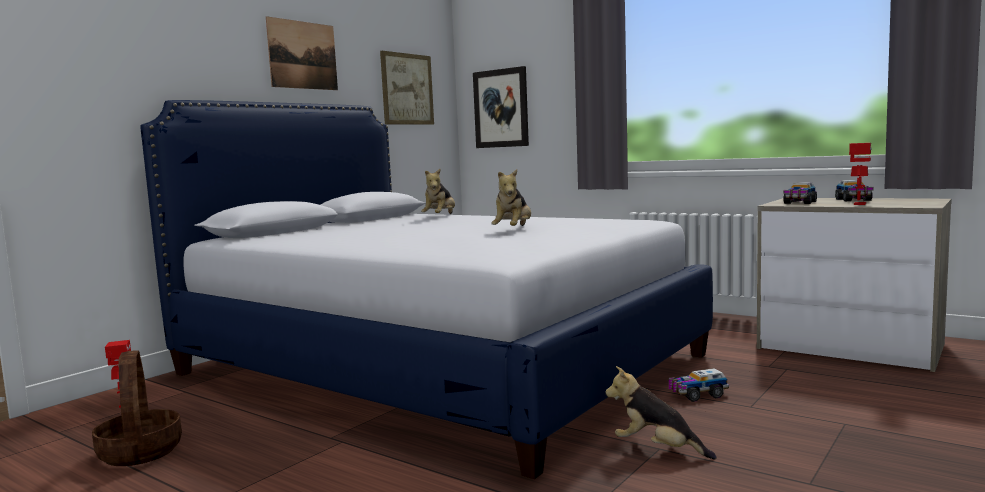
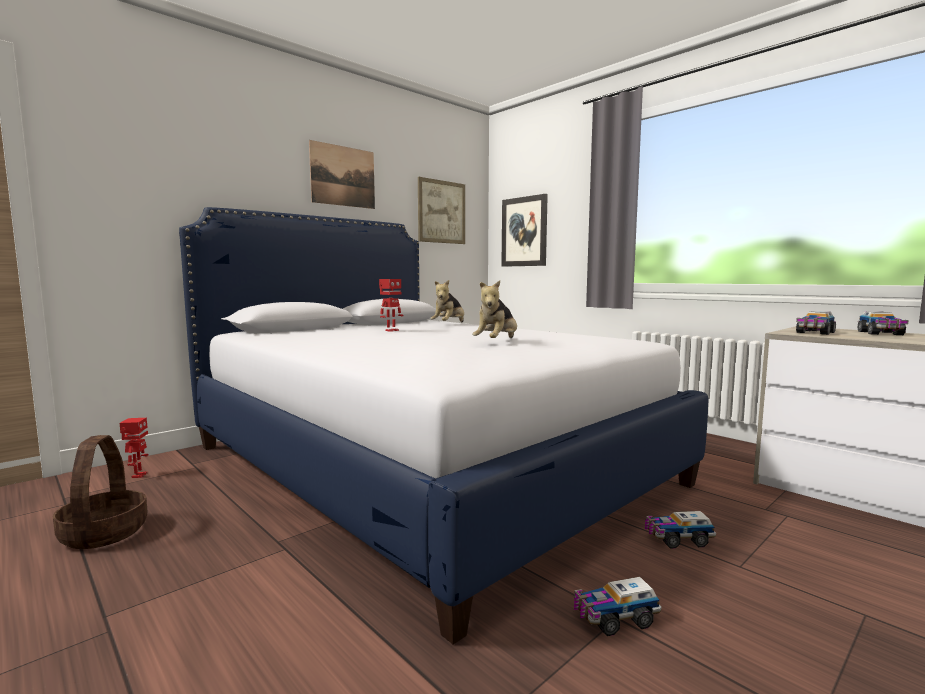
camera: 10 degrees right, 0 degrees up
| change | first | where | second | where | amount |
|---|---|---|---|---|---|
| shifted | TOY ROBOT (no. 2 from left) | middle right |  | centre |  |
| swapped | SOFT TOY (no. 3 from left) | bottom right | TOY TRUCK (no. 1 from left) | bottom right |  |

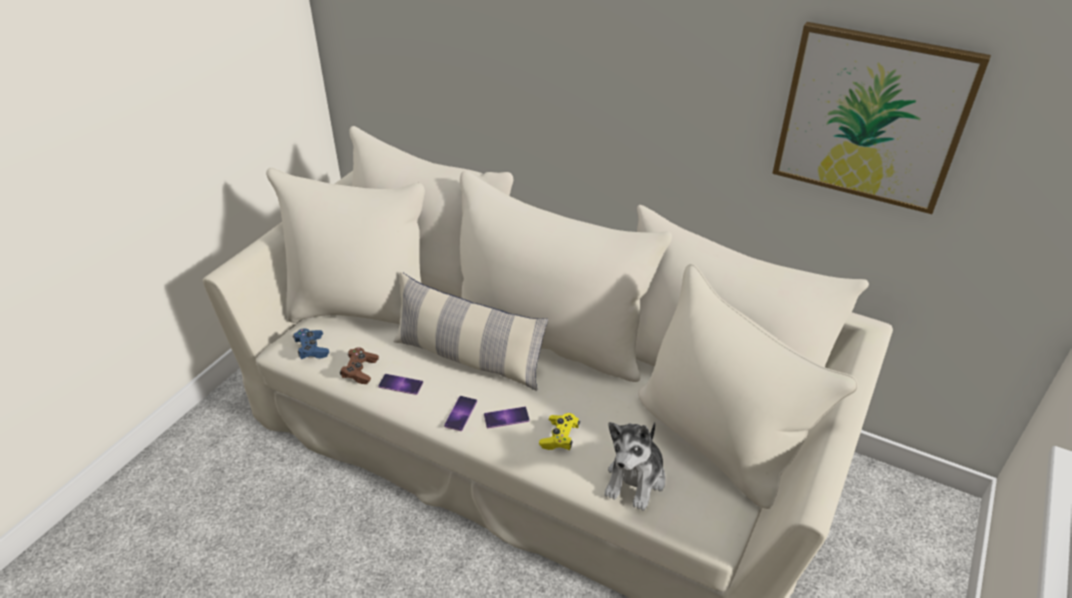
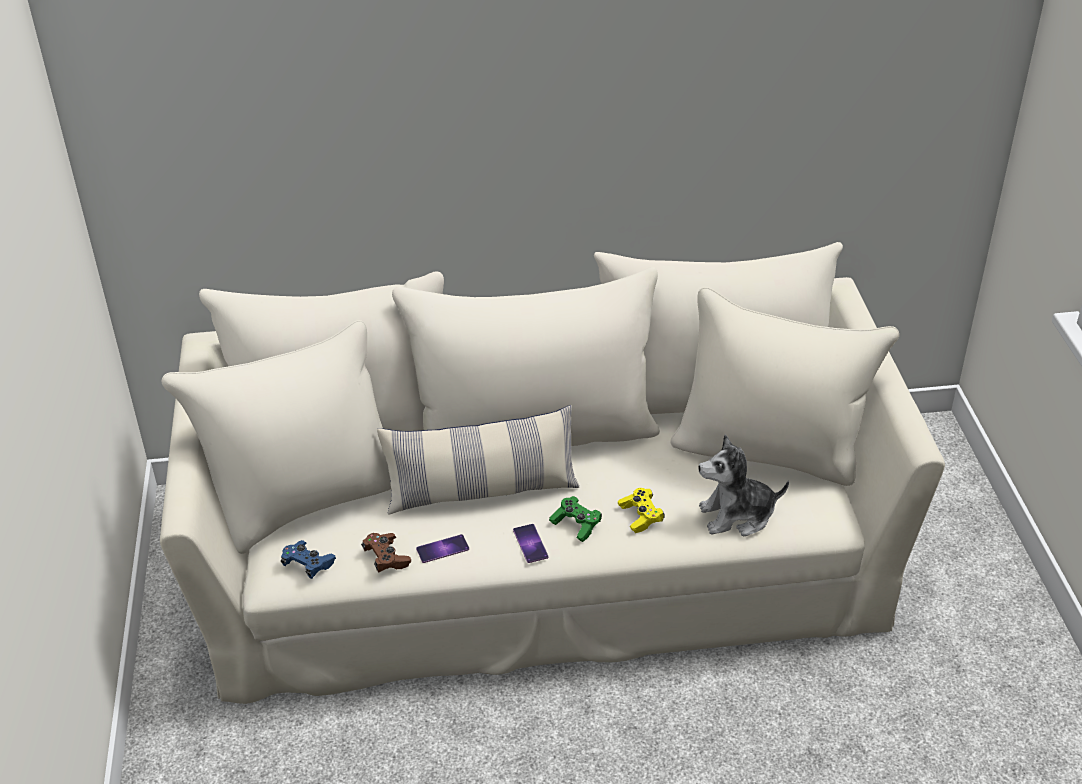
camera: 35 degrees left, 0 degrees up
| change | first | where | second | where | amount |
|---|---|---|---|---|---|
| gone | WALL PICTURE | top right |  |  |  |
| swapped | HANDSET (no. 3 from left) | bottom centre | GREEN JOYPAD | centre |  |
| rotated | SOFT TOY | bottom centre |  | middle right | 90 degrees clockwise |

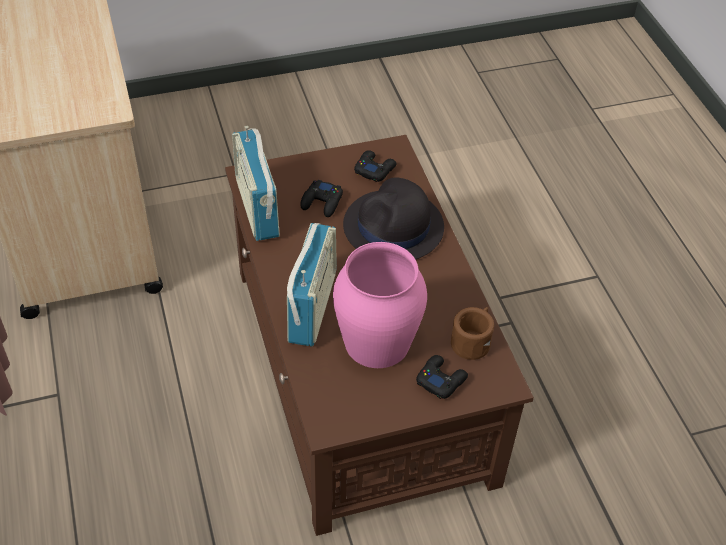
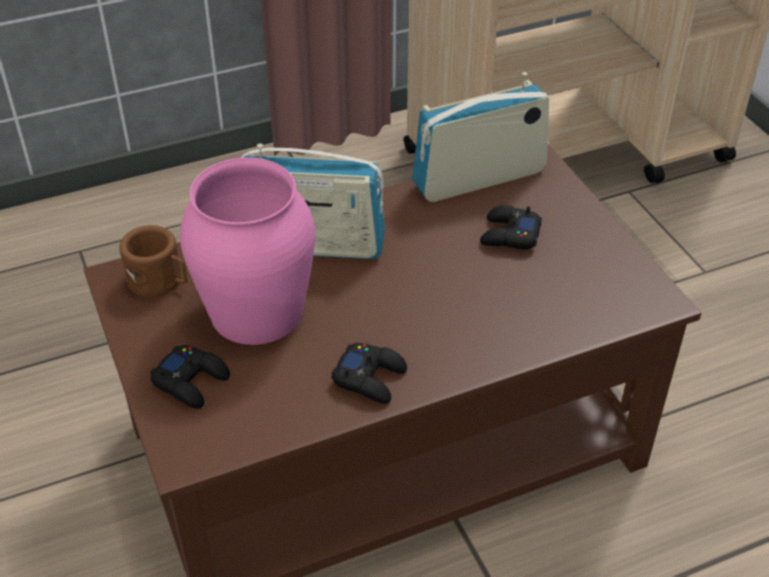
camera: 85 degrees right, 5 degrees down
| change | first | where | second | where | amount |
|---|---|---|---|---|---|
| gone | BLACK CLOTHING HAT | centre |  |  |  |
| shifted | BLACK JOYPAD (no. 2 from left) | top centre |  | centre |  |
| shifted | BROWN COFFEE MUG | centre |  | middle left |  |

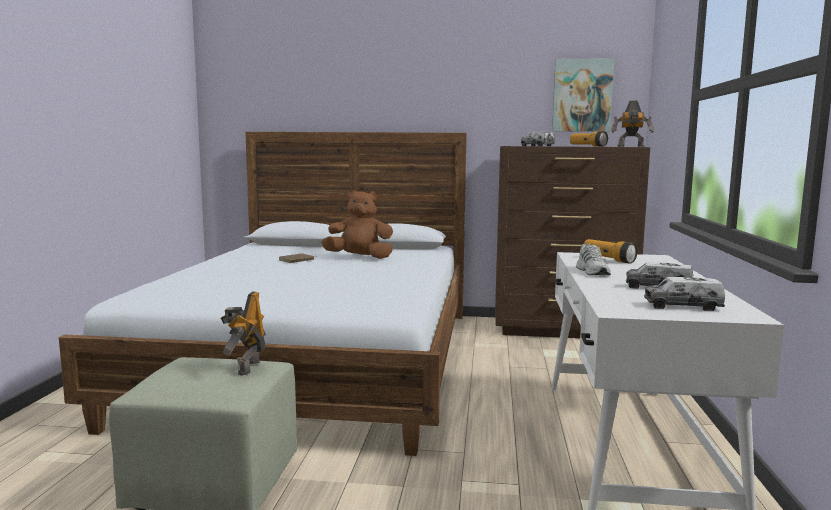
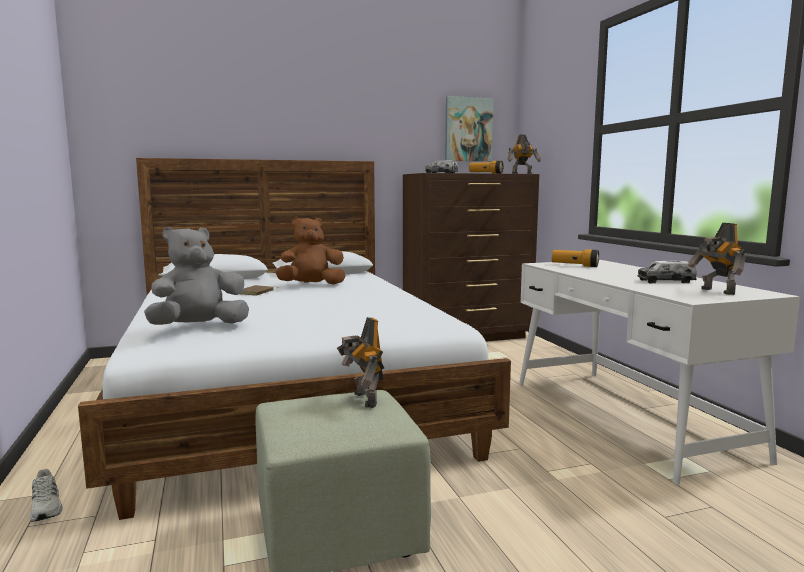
camera: 25 degrees left, 0 degrees up
| change | first | where | second | where | amount |
|---|---|---|---|---|---|
| new |  |  | GRAY SOFT TOY | middle left |  |
| shifted | WHITE LOW SHOE | middle right |  | bottom left |  |
| swapped | TOY TRUCK (no. 3 from left) | middle right | TOY ROBOT (no. 3 from left) | middle right |  |

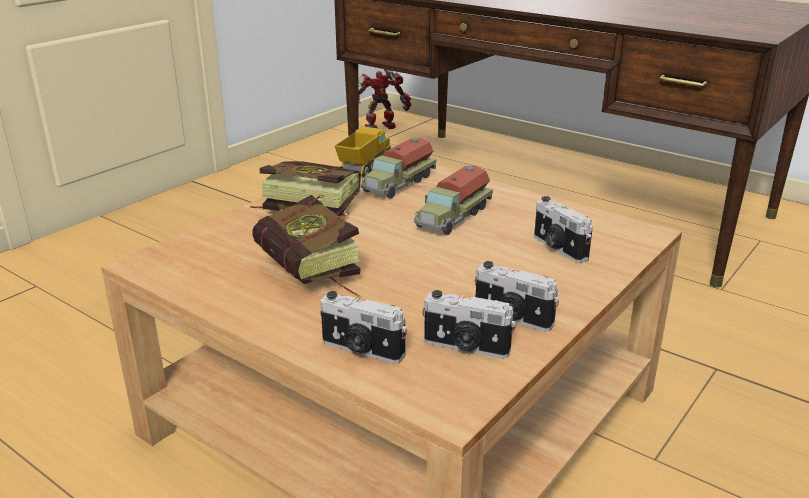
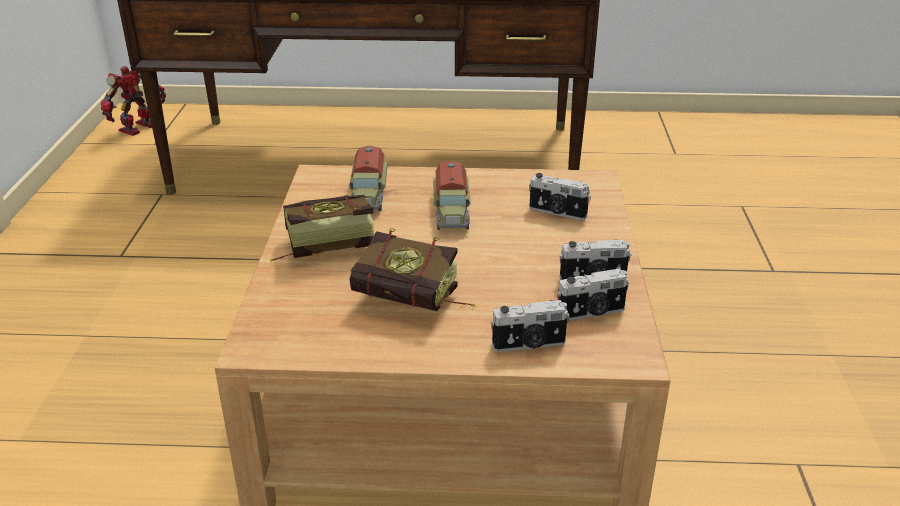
camera: 35 degrees left, 5 degrees up
| change | first | where | second | where | amount |
|---|---|---|---|---|---|
| gone | TOY TRUCK (no. 1 from left) | top centre |  |  |  |

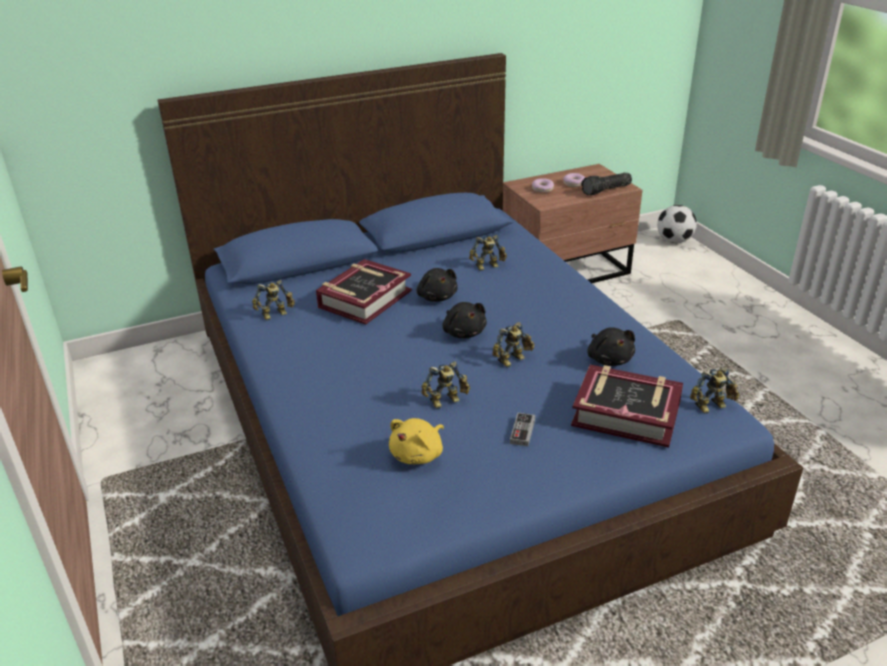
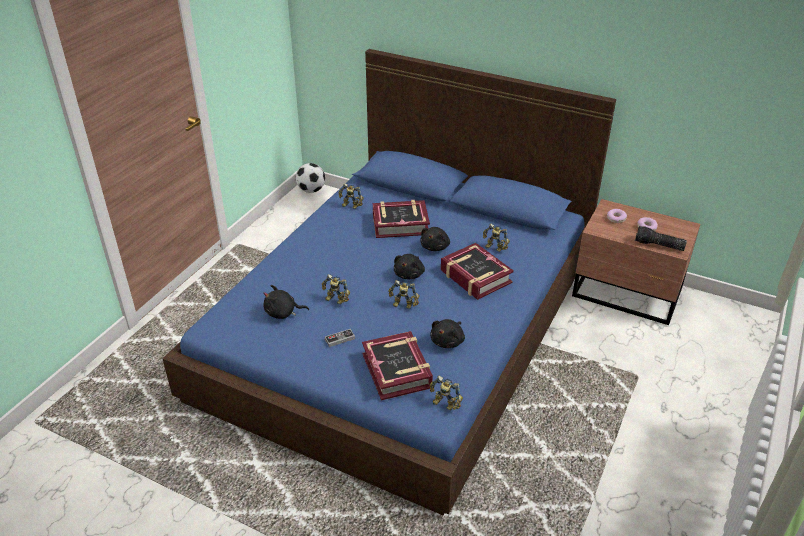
camera: 50 degrees right, 5 degrees up
| change | first | where | second | where | amount |
|---|---|---|---|---|---|
| new |  |  | VOLUME (no. 3 from left) | centre |  |
| shifted | FOOTBALL | middle right |  | top centre |  |
| repainted | YELLOWISH SOFT TOY | centre | BLACK SOFT TOY (no. 1 from left) | centre |  |

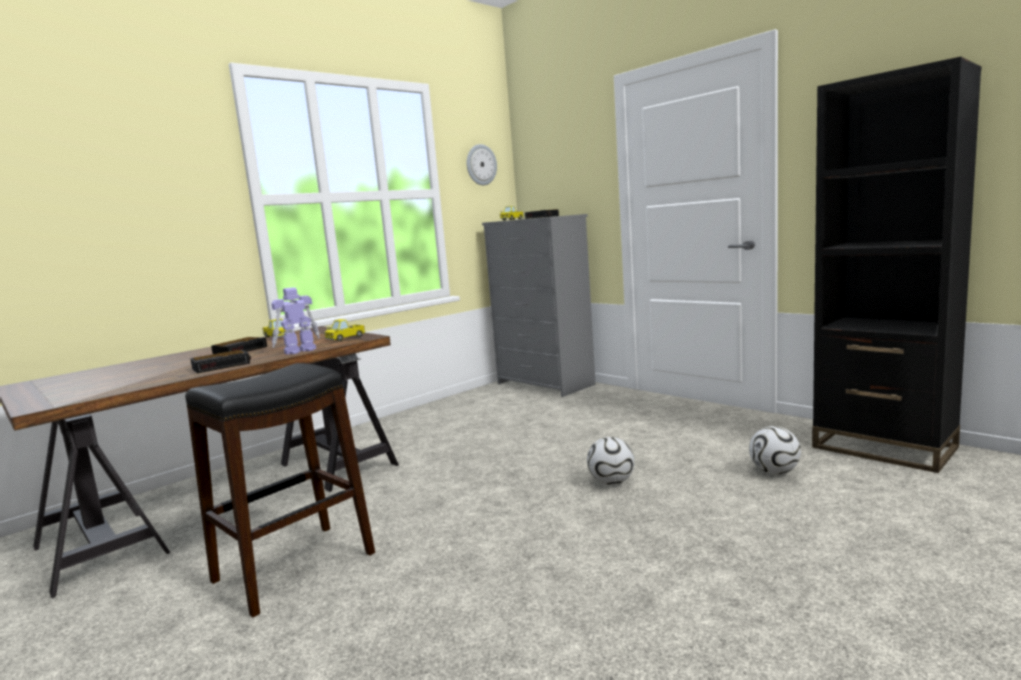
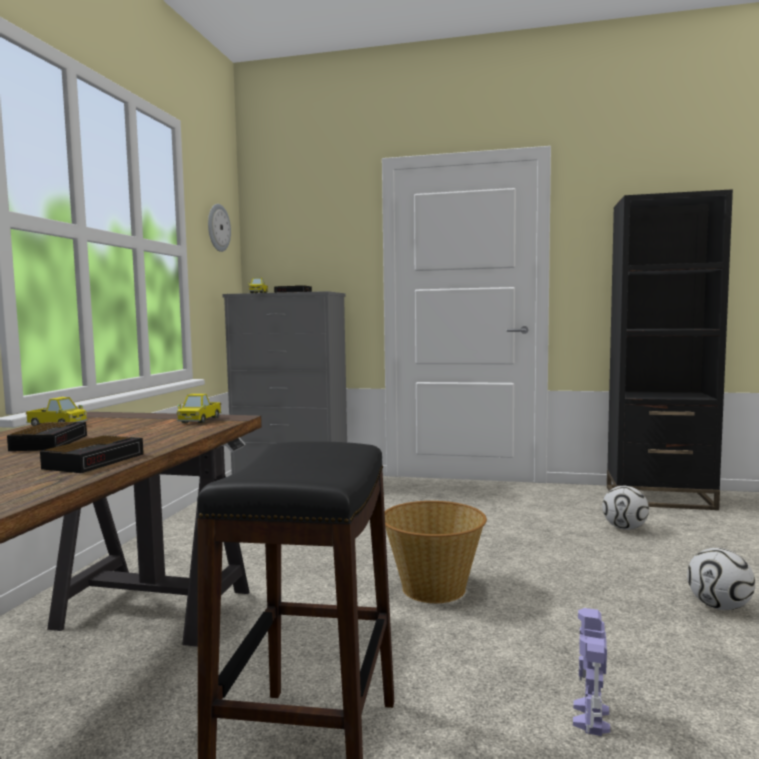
camera: 35 degrees left, 5 degrees down
| change | first | where | second | where | amount |
|---|---|---|---|---|---|
| new |  |  | HOUSEHOLD BASKET | bottom centre |  |
| shifted | TOY ROBOT | middle left |  | bottom right |  |
| shifted | FOOTBALL (no. 1 from left in the first image) | bottom centre | FOOTBALL (no. 2 from left) | bottom right |  |

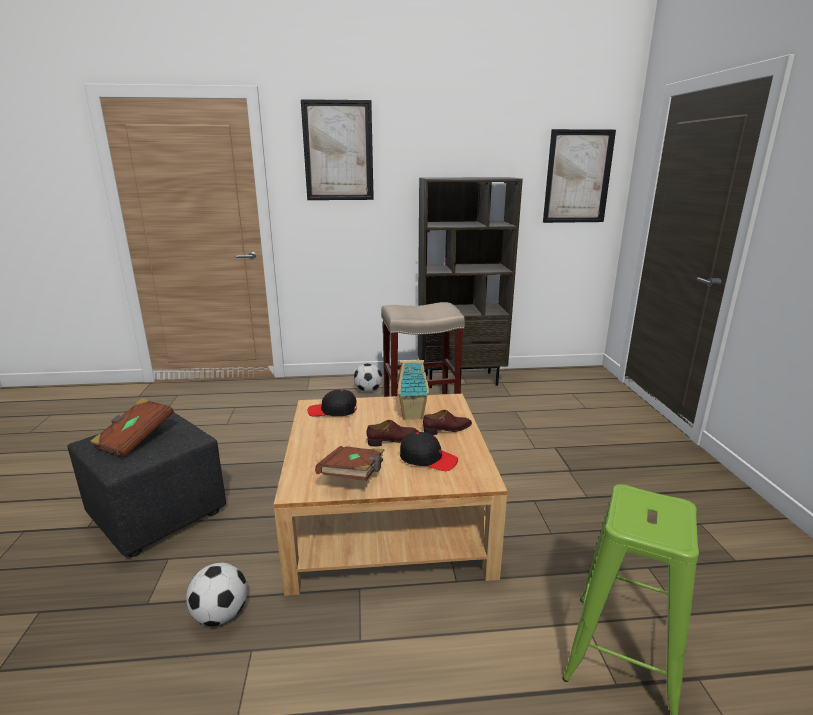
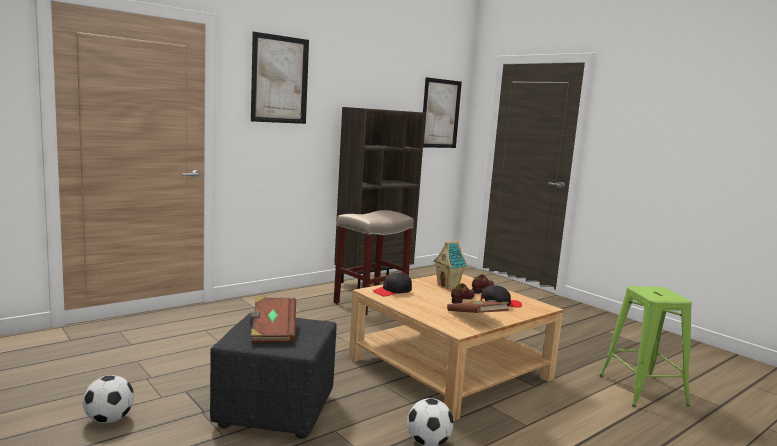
camera: 35 degrees left, 10 degrees down
| change | first | where | second | where | amount |
|---|---|---|---|---|---|
| shifted | FOOTBALL (no. 2 from left in the first image) | centre | FOOTBALL (no. 1 from left) | bottom left |  |

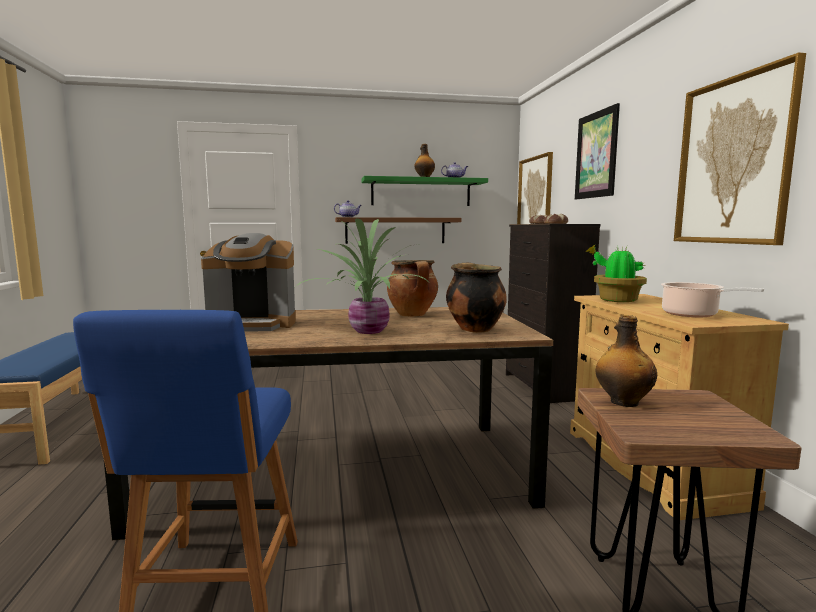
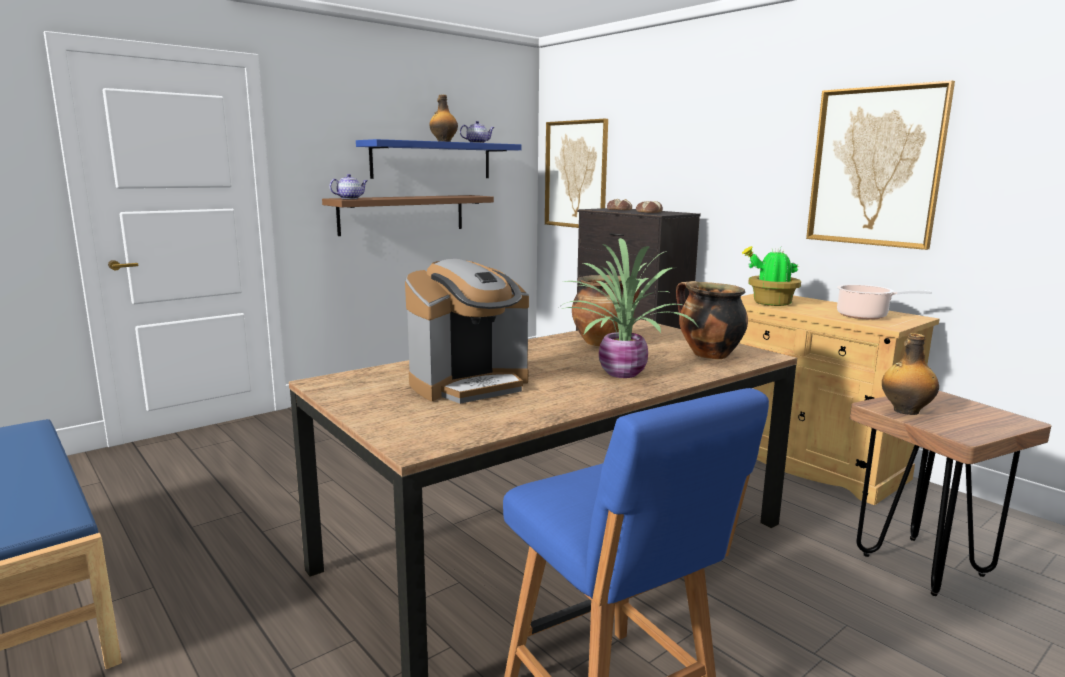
camera: 30 degrees left, 5 degrees up
| change | first | where | second | where | amount |
|---|---|---|---|---|---|
| gone | WALL PICTURE (no. 2 from left) | top right |  |  |  |
| repainted | GREEN SHELF | top centre | BLUISH SHELF | top centre |  |

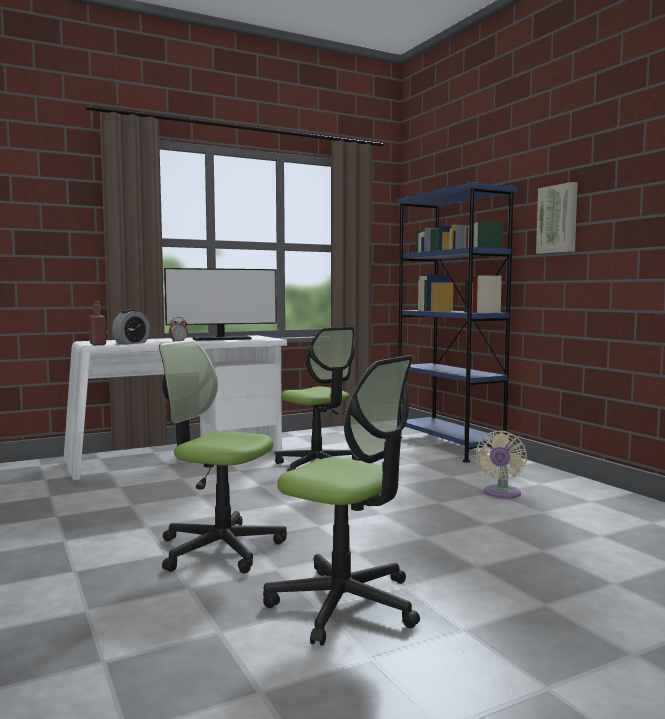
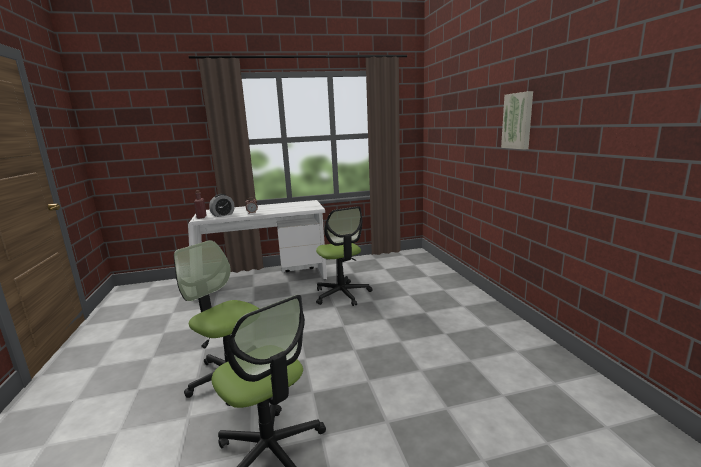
camera: 15 degrees right, 10 degrees up
| change | first | where | second | where | amount |
|---|---|---|---|---|---|
| gone | MONITOR | middle left |  |  |  |
| gone | BLUISH BOOKCASE | middle right |  |  |  |
| gone | BEIGE FAN | middle right |  |  |  |

